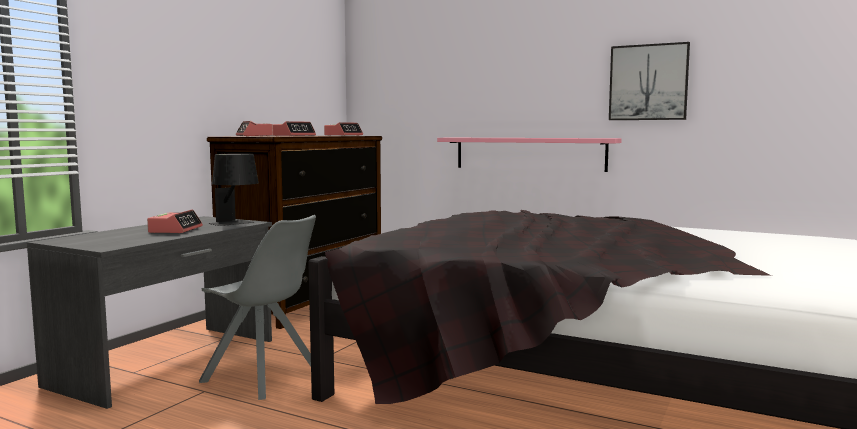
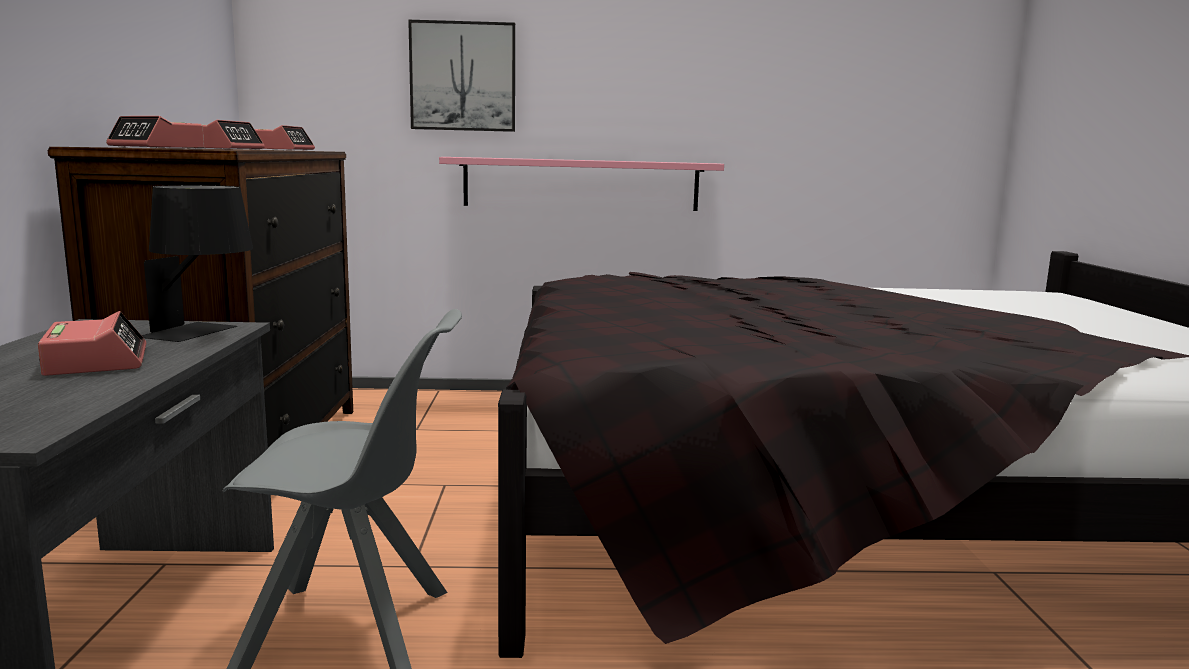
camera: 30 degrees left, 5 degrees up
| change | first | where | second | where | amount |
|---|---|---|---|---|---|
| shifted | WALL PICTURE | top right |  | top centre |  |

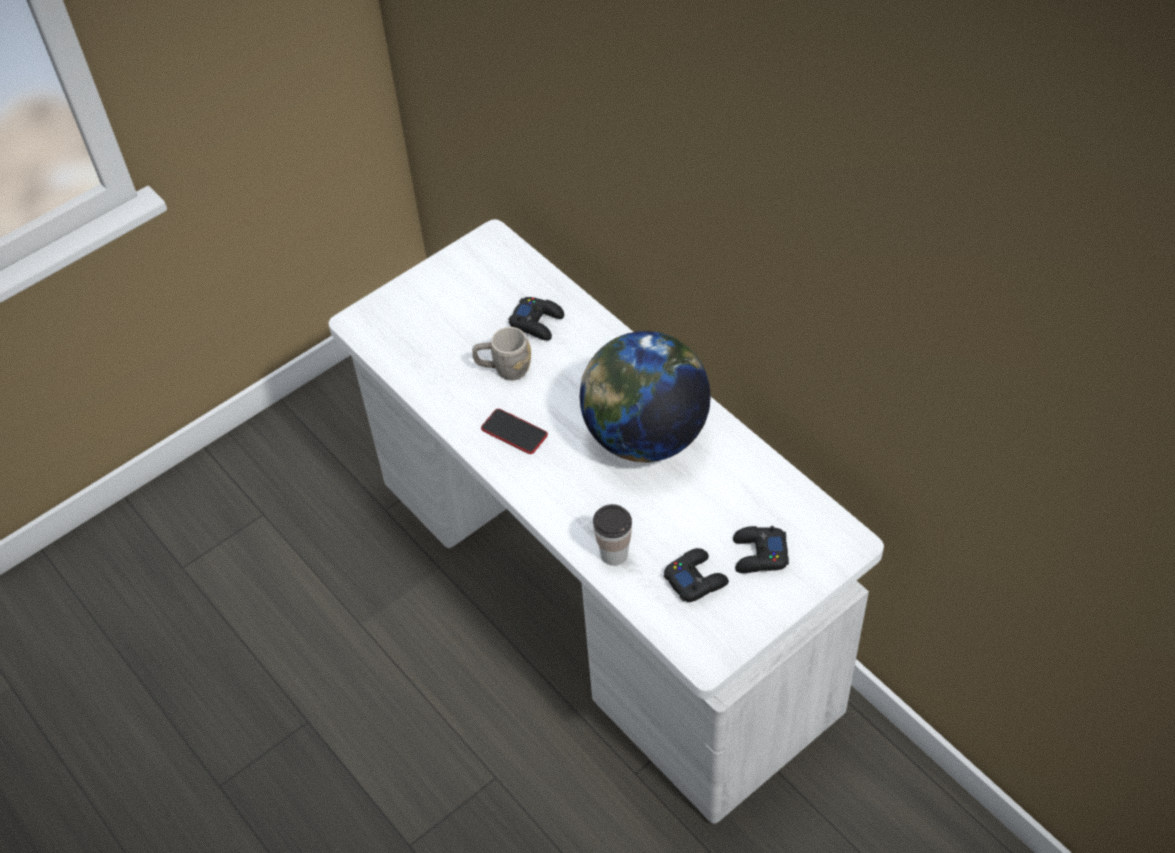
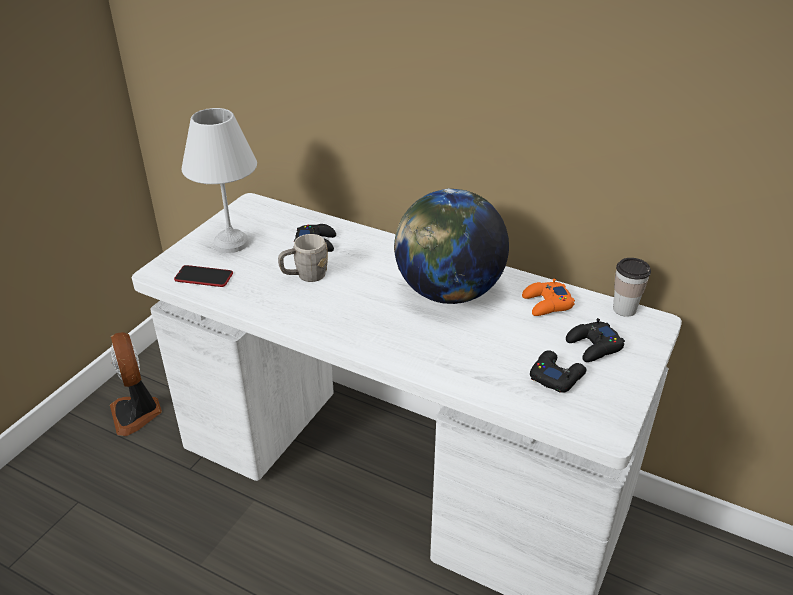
camera: 25 degrees left, 15 degrees down
| change | first | where | second | where | amount |
|---|---|---|---|---|---|
| new |  |  | FAN | middle left |  |
| new |  |  | WHITE TABLETOP LAMP | top left |  |
| new |  |  | ORANGE JOYPAD | middle right |  |
| shifted | HANDSET | centre |  | middle left |  |
| shifted | CUP | centre |  | middle right |  |

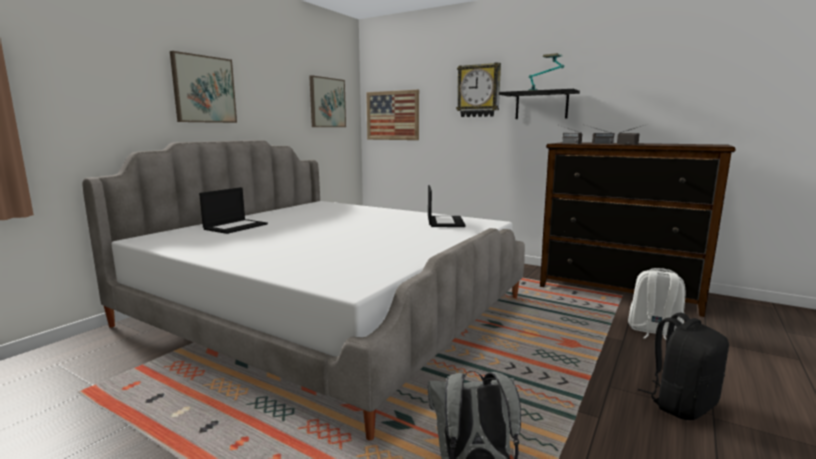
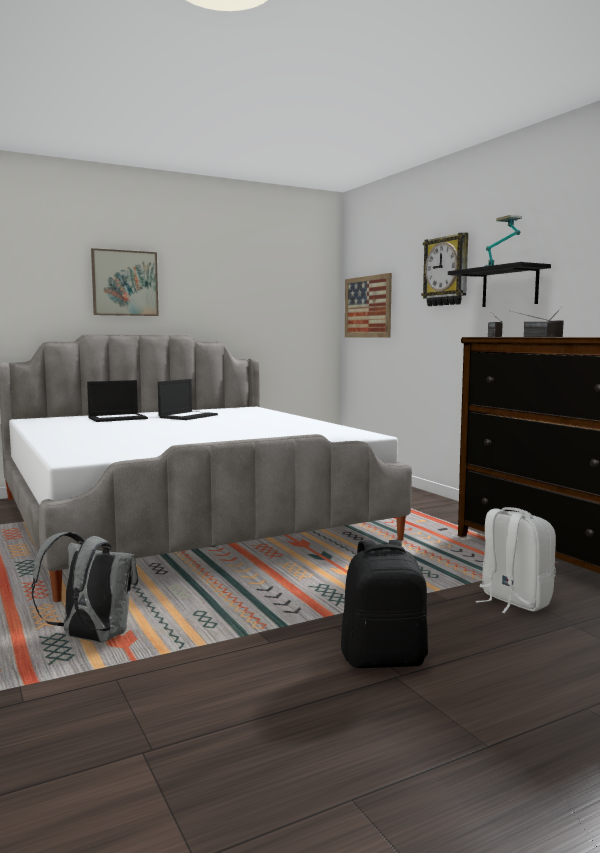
camera: 30 degrees right, 5 degrees down
| change | first | where | second | where | amount |
|---|---|---|---|---|---|
| gone | WALL PICTURE (no. 2 from left) | top centre |  |  |  |
| shifted | LAPTOP (no. 2 from left) | centre |  | middle left |  |

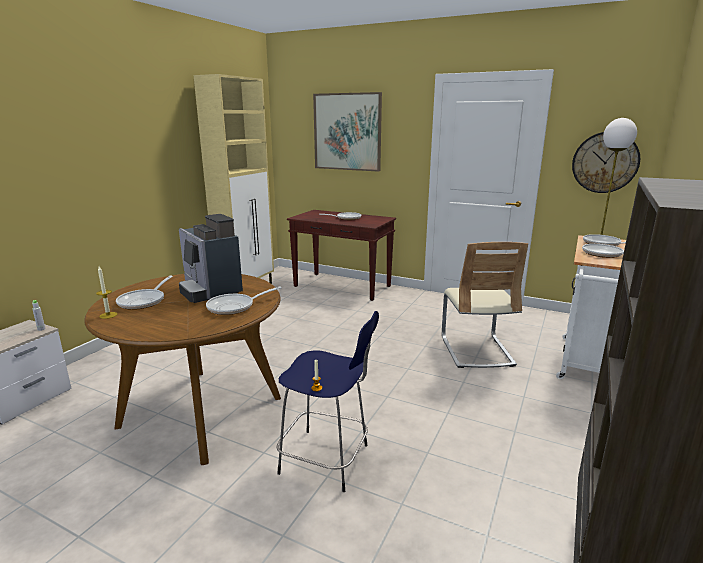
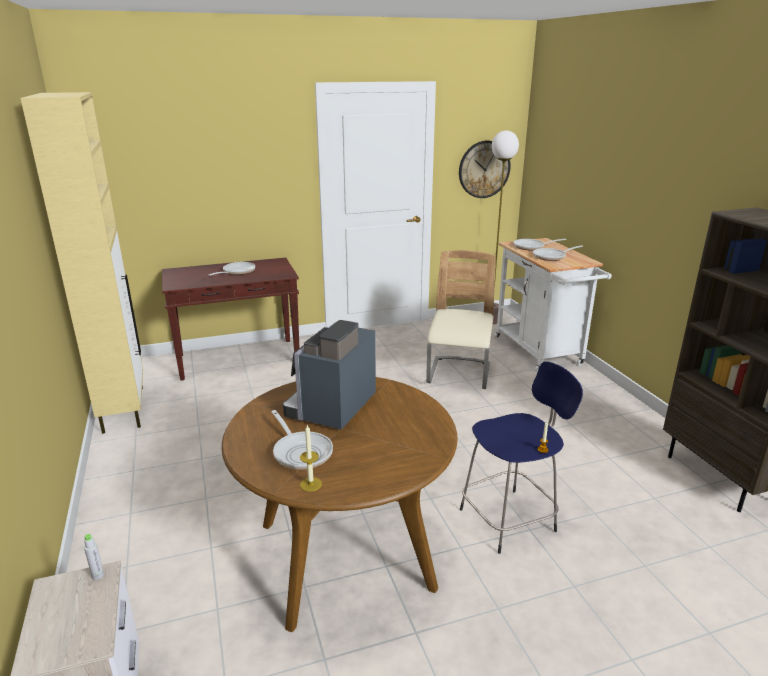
camera: 45 degrees left, 5 degrees up
| change | first | where | second | where | amount |
|---|---|---|---|---|---|
| gone | PAN (no. 2 from left) | centre |  |  |  |
| gone | WALL PICTURE | top centre |  |  |  |
| rotated | COFFEE BREWER | middle left |  | centre | 105 degrees clockwise |
| rotated | BEIGE CHAIR | middle right |  | centre | 120 degrees counterclockwise |

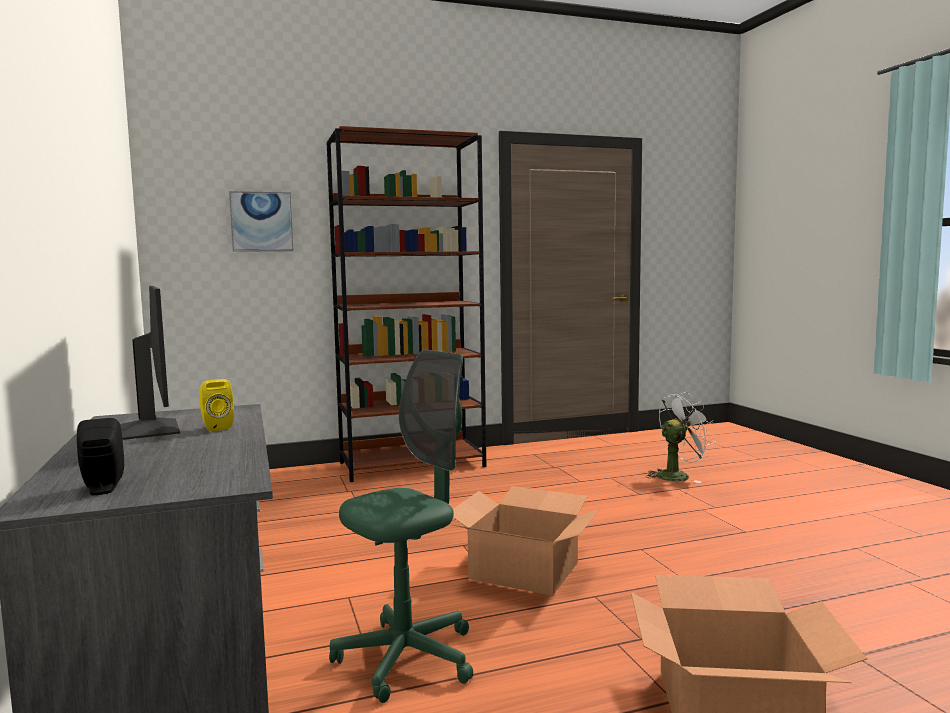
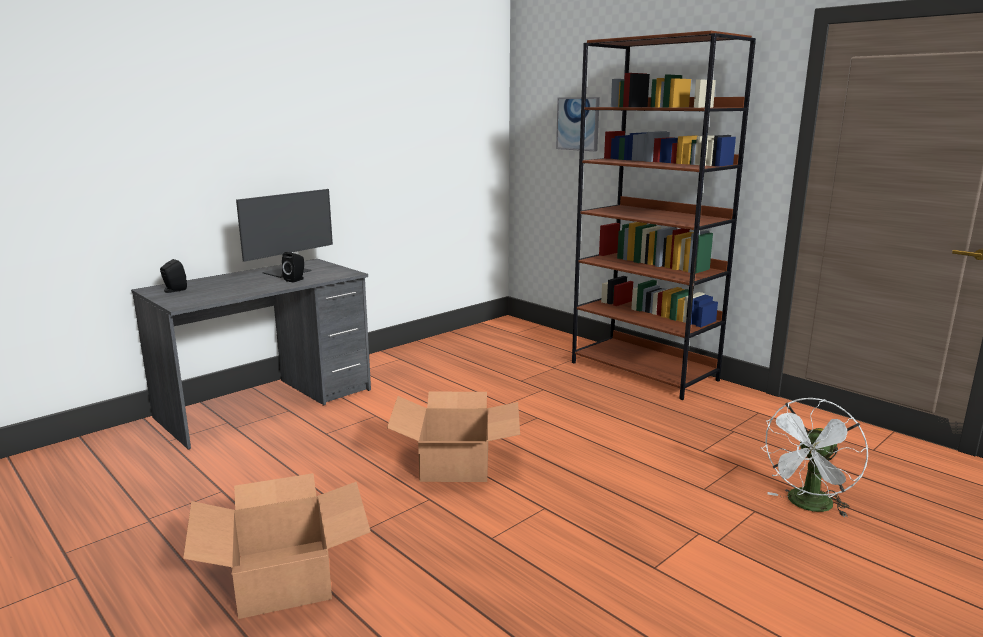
camera: 65 degrees right, 10 degrees up
| change | first | where | second | where | amount |
|---|---|---|---|---|---|
| gone | GREEN COMPUTER CHAIR | bottom centre |  |  |  |
| repainted | YELLOWISH SPEAKER | middle left | BLACK SPEAKER (no. 2 from left) | middle left |  |
| rotated | WHITE FAN | middle right |  | bottom right | 90 degrees clockwise |

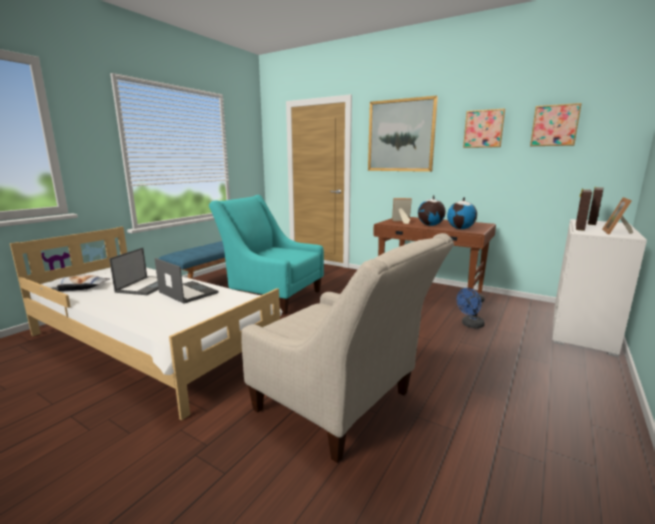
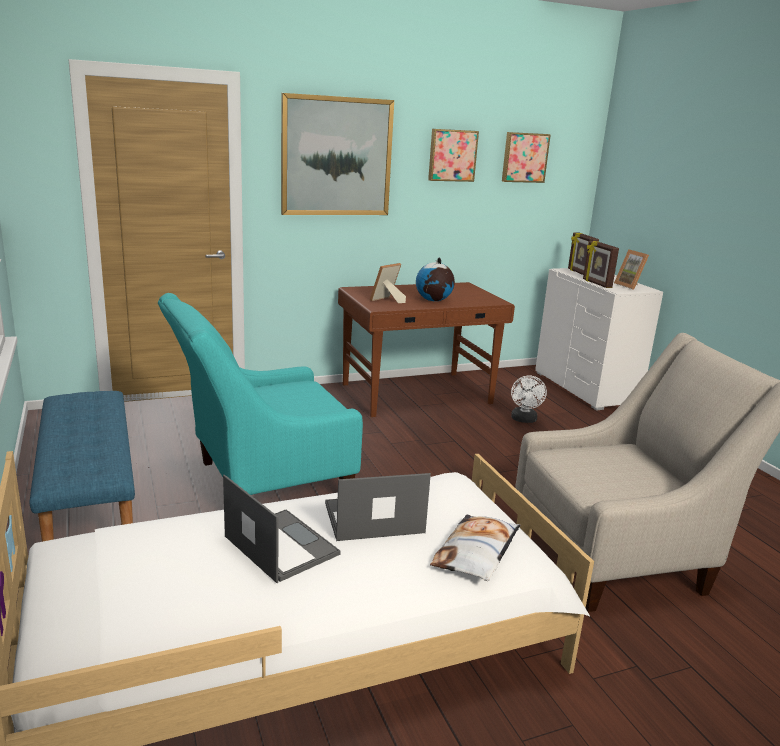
camera: 55 degrees left, 5 degrees up
| change | first | where | second | where | amount |
|---|---|---|---|---|---|
| gone | GLOBE (no. 2 from left) | middle right |  |  |  |
| shifted | THROW PILLOW | middle left |  | bottom centre |  |
| repainted | BLUISH FAN | middle right | WHITE FAN | middle right |  |

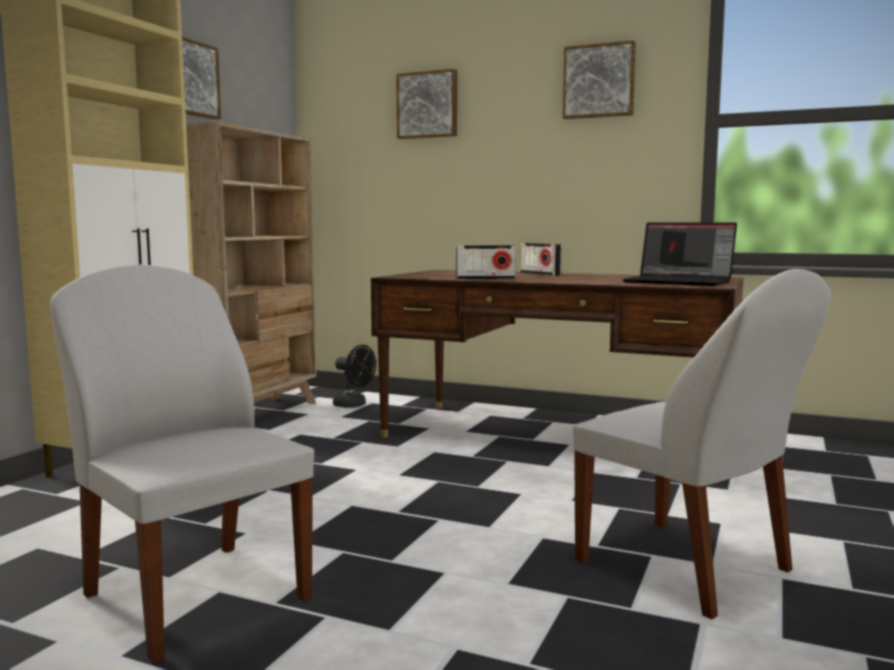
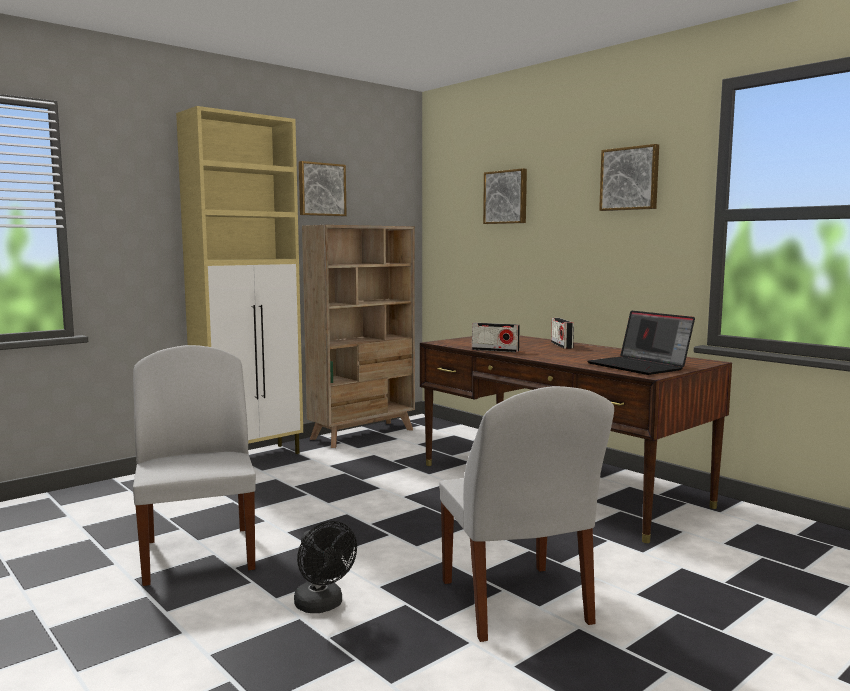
camera: 25 degrees right, 0 degrees up
| change | first | where | second | where | amount |
|---|---|---|---|---|---|
| shifted | BLACK FAN | centre |  | bottom centre |  |

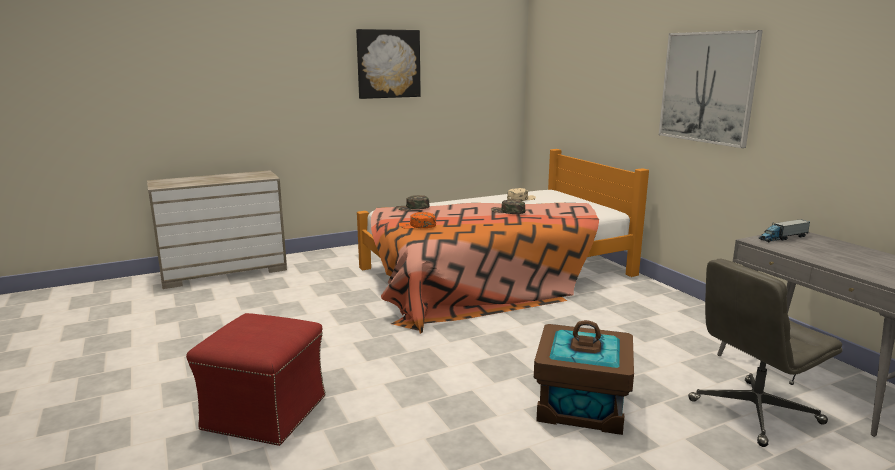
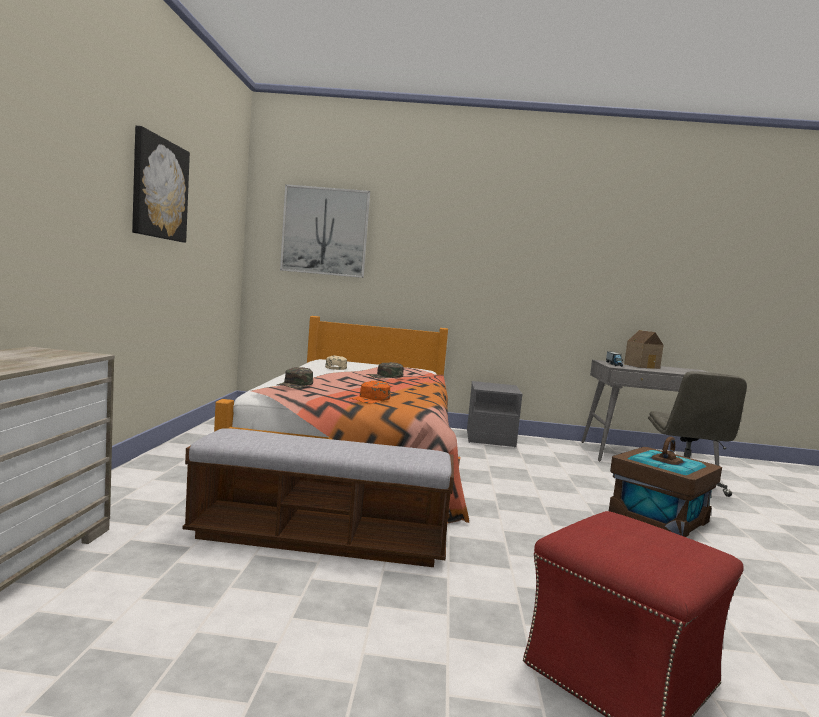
camera: 60 degrees left, 10 degrees down
| change | first | where | second | where | amount |
|---|---|---|---|---|---|
| new |  |  | LONG SEAT | bottom centre |  |
| new |  |  | GRAY NIGHTSTAND | centre |  |
| new |  |  | TOY HOUSE | middle right |  |
| shifted | WALL PICTURE (no. 2 from left) | top right |  | top centre |  |

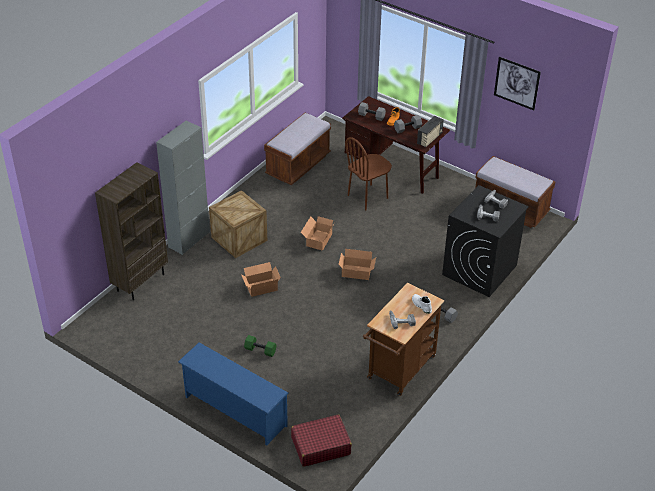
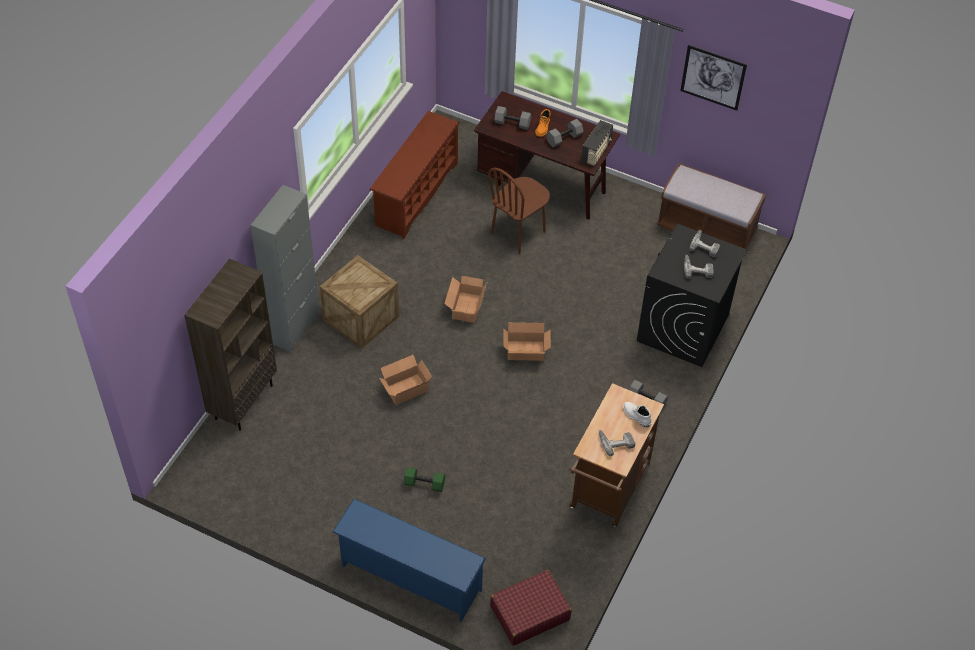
camera: 10 degrees left, 10 degrees up
| change | first | where | second | where | amount |
|---|---|---|---|---|---|
| swapped | BROWN LONG SEAT (no. 1 from left) | top centre | BROWN SHOE SHELF | top centre |  |

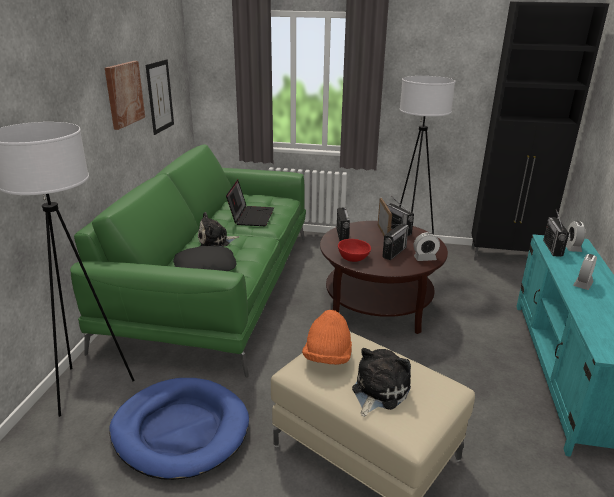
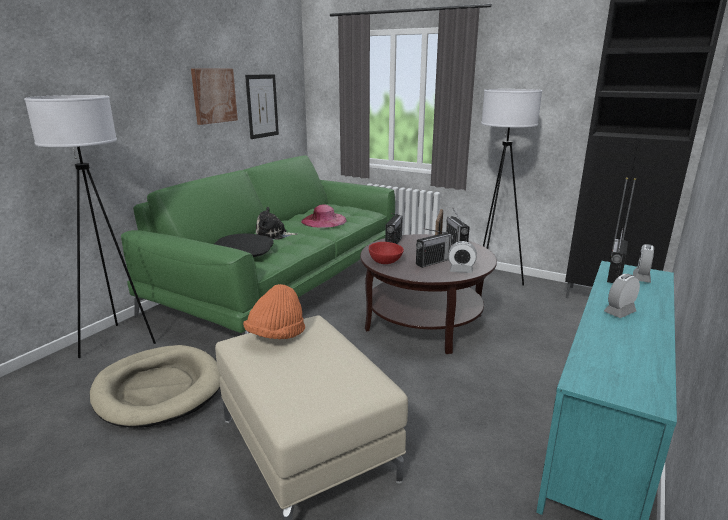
camera: 20 degrees right, 5 degrees down
| change | first | where | second | where | amount |
|---|---|---|---|---|---|
| gone | SOFT TOY (no. 2 from left) | bottom centre |  |  |  |
| swapped | LAPTOP | centre | PINK-COLOURED CLOTHING HAT | centre |  |
| repainted | BLUISH DOG BED | bottom left | BEIGE DOG BED | bottom left |  |

